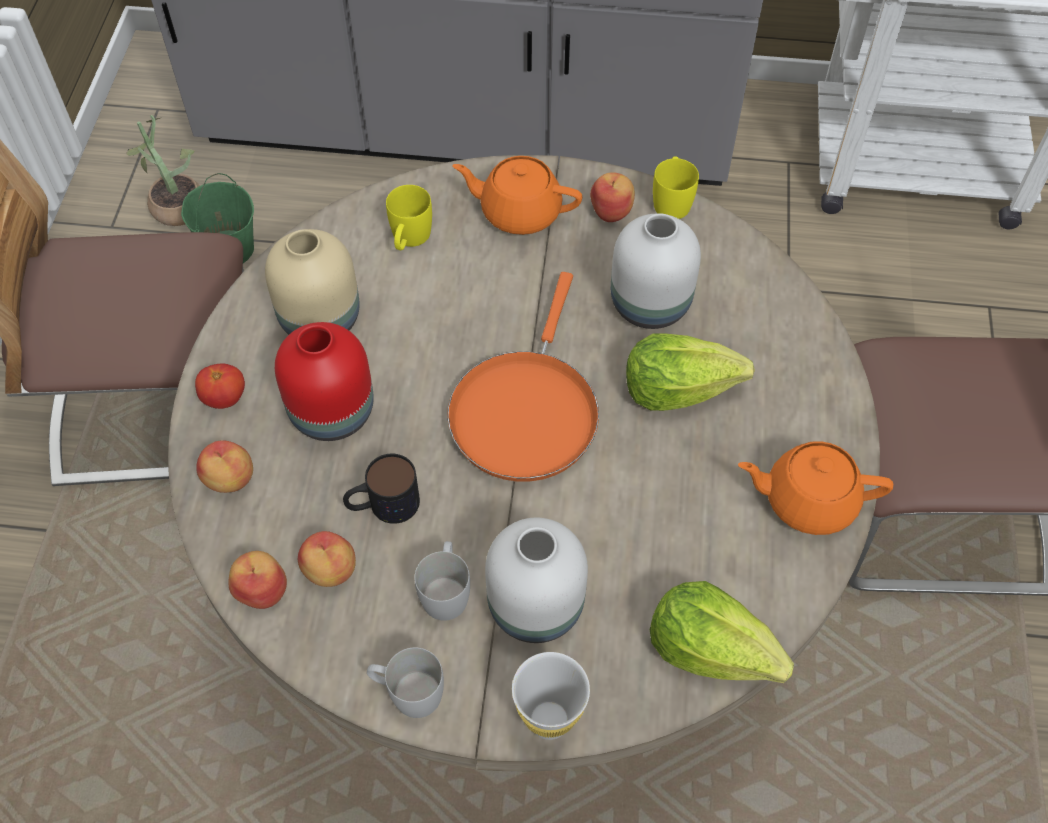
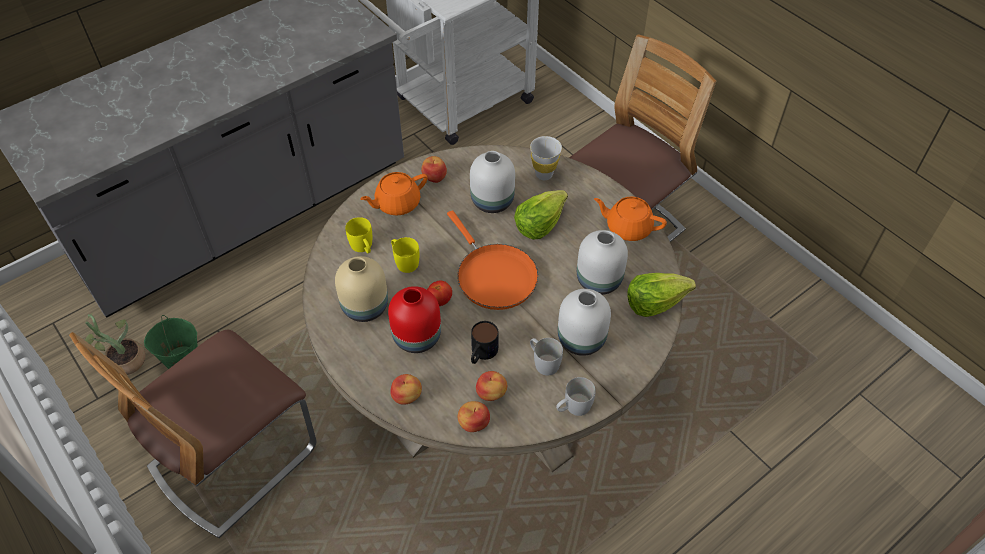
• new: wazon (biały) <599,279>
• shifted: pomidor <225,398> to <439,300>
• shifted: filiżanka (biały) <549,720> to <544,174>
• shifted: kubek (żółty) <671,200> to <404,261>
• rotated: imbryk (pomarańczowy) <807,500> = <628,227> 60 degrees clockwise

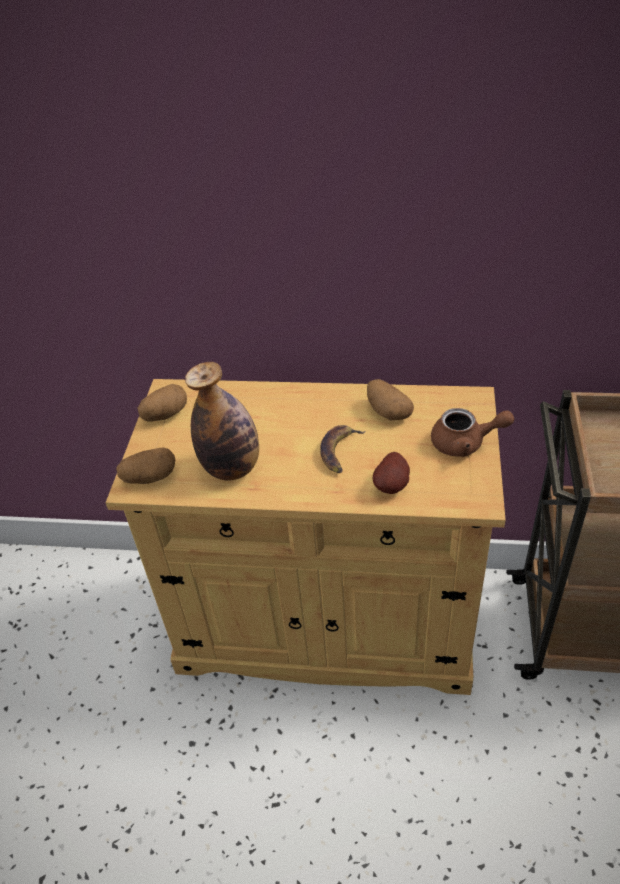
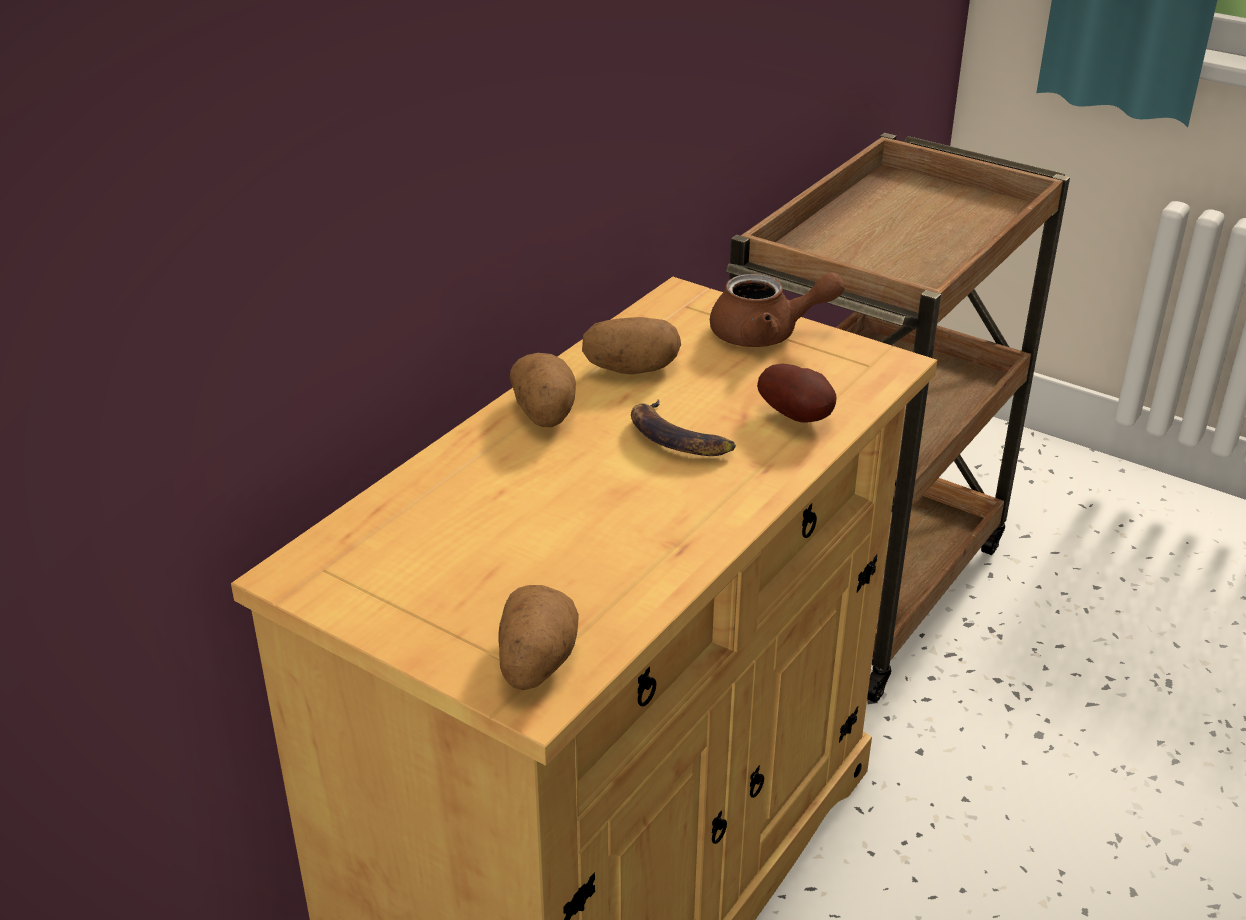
• gone: butelka <232,468>
• shifted: ziemniak <165,414> to <545,414>
• rotated: imbryk (brązowy) <465,443> = <766,334> 60 degrees clockwise

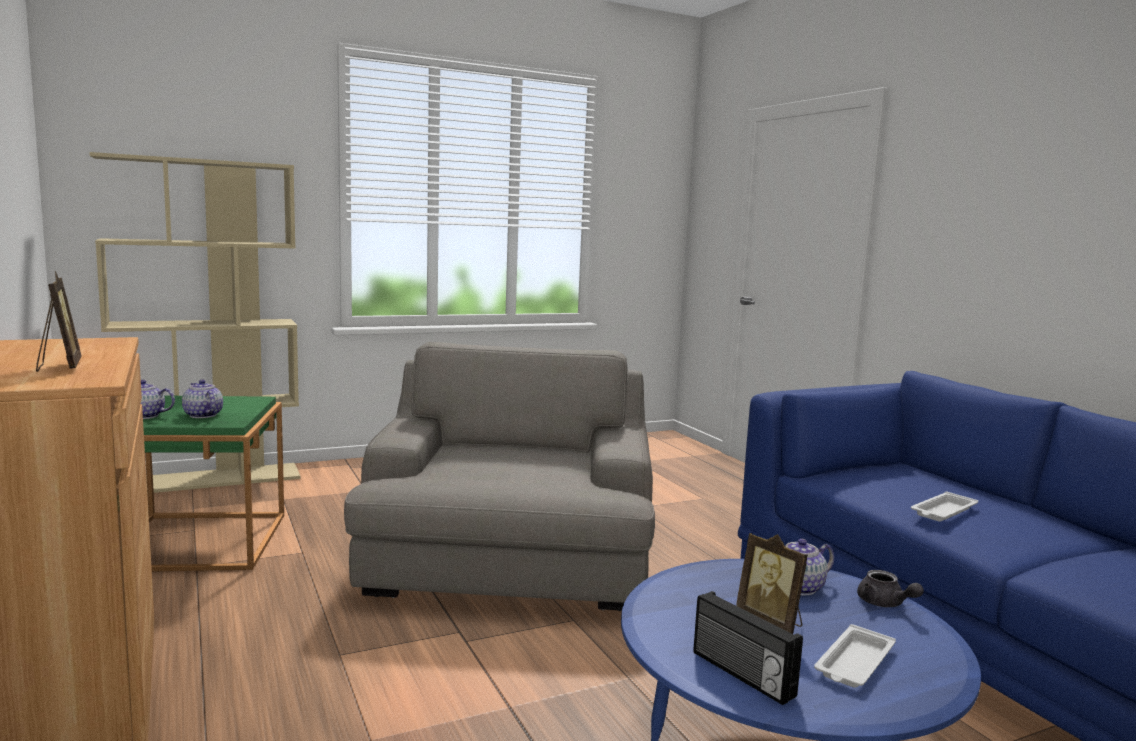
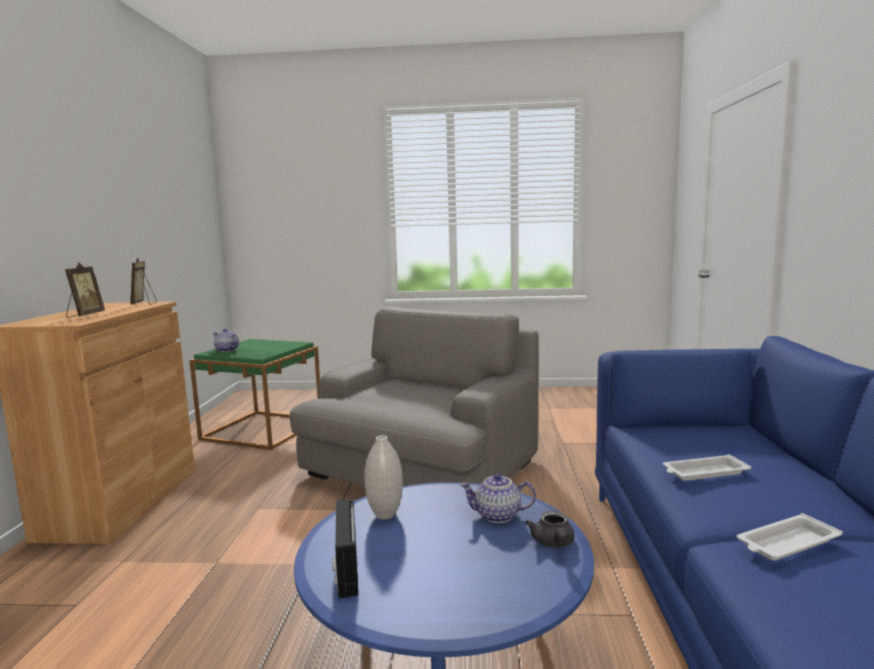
• gone: regał (beżowy) <210,479>
• gone: imbryk <203,415>
• new: wazon (biały) <385,515>
• shifted: ramka na zdjęcie <771,622> to <144,304>
• shifted: taca (biały) <854,664> to <786,544>

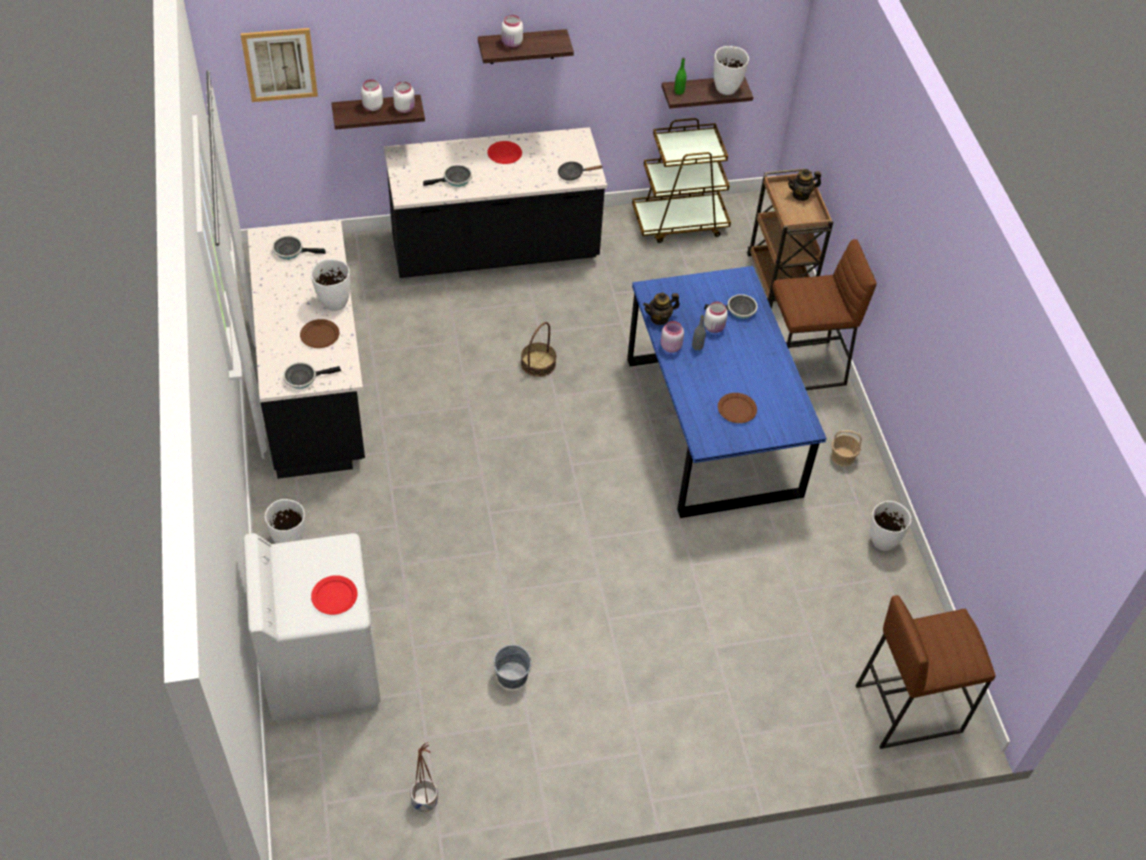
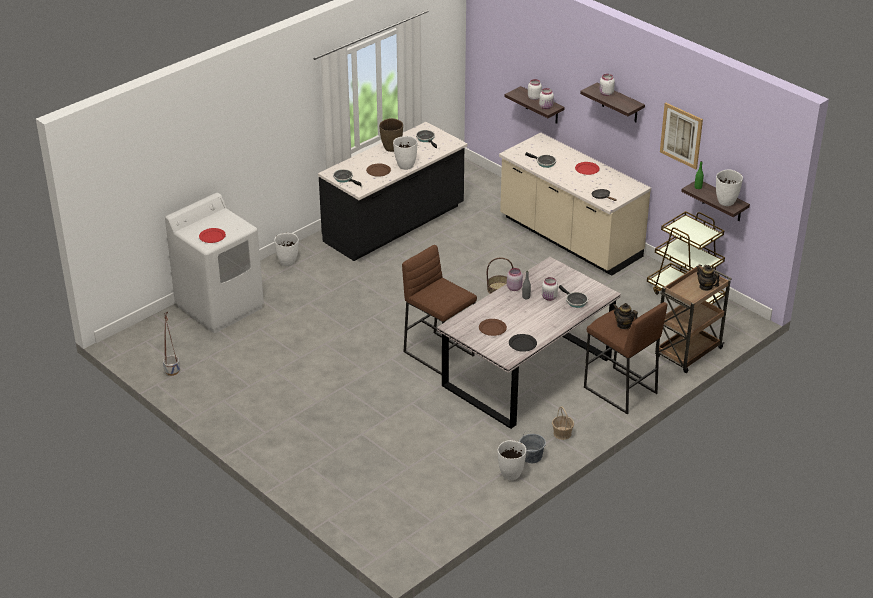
• new: wazon (brązowy) <391,148>
• new: talerz (czarny) <522,344>
• shifted: obraz <280,64> to <681,135>
• shifted: wiadro (szary) <512,675> to <531,456>
• shifted: imbryk <659,318> to <624,325>
• shifted: stołek (brązowy) <908,707> to <439,353>
• repainted: zabudowa kuchenna (czarny) <495,249> to zabudowa kuchenna (beżowy) <569,238>
• repainted: stół jadalny (niebieski) <713,425> to stół jadalny (szary) <528,372>

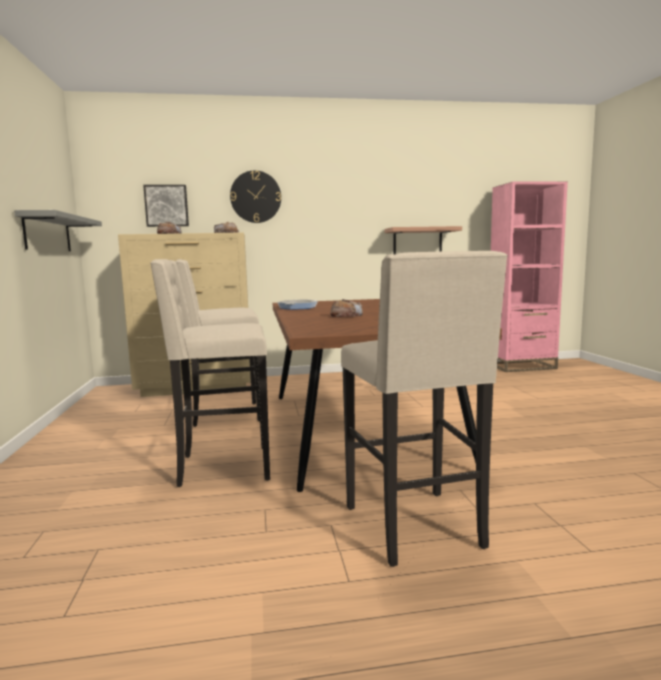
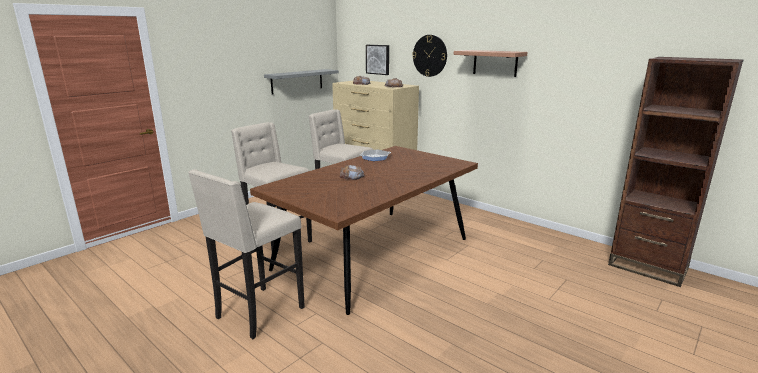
• shifted: półka <417,241> to <495,63>
• repainted: regał (różowy) <521,366> to regał (brązowy) <647,267>

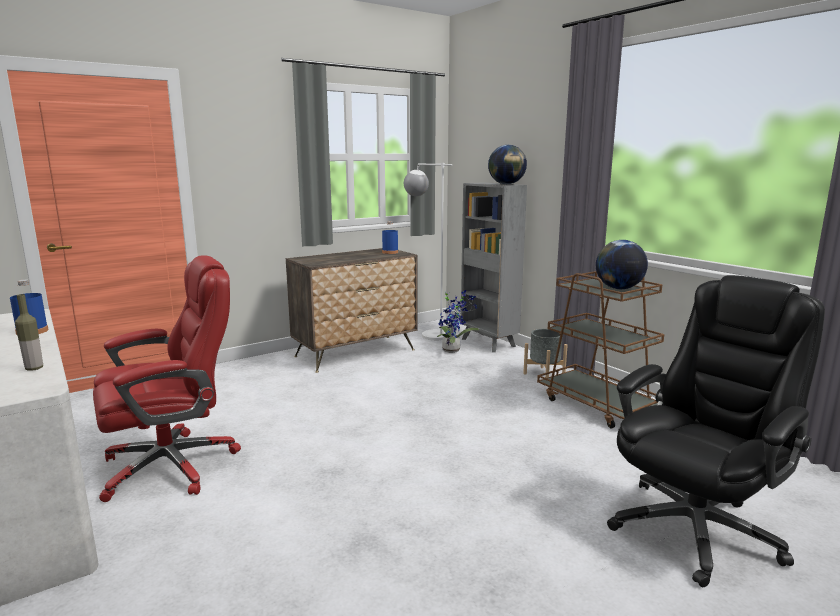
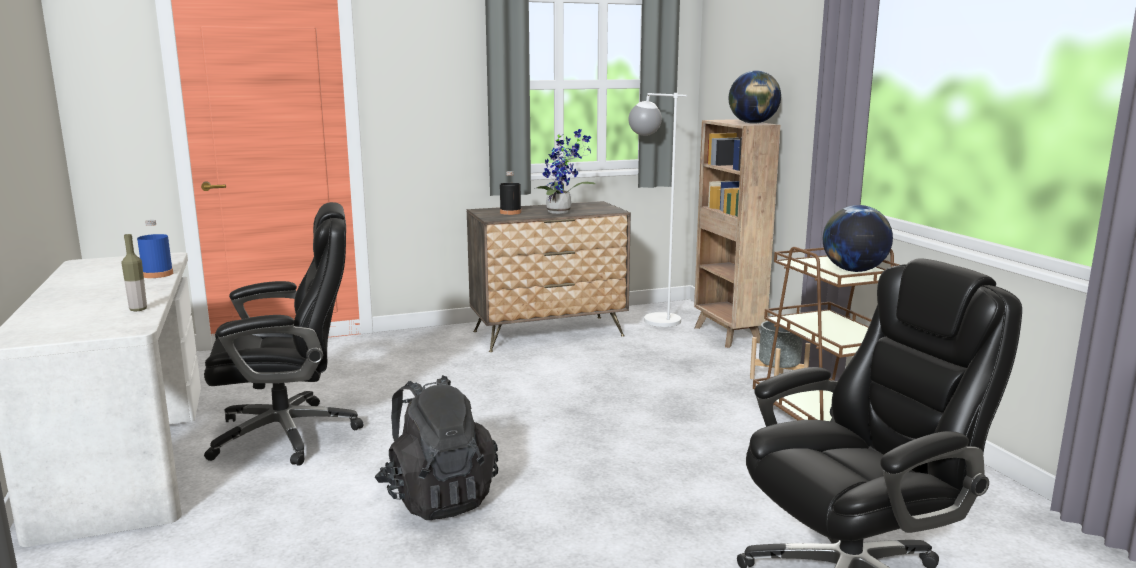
• gone: butelka (niebieski) <390,252>
• new: plecak (czarny) <438,498>
• new: butelka (czarny) <510,212>
• shifted: roślina doniczkowa <453,350> to <562,212>
• repainted: krzesło biurowe (czerwony) <173,465> to krzesło biurowe (czarny) <289,434>
• repainted: regał (szary) <489,343> to regał (brązowy) <728,335>

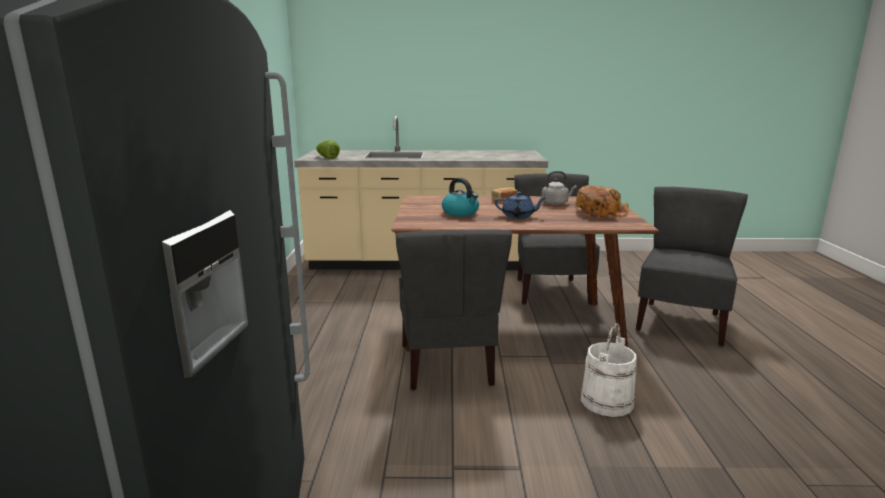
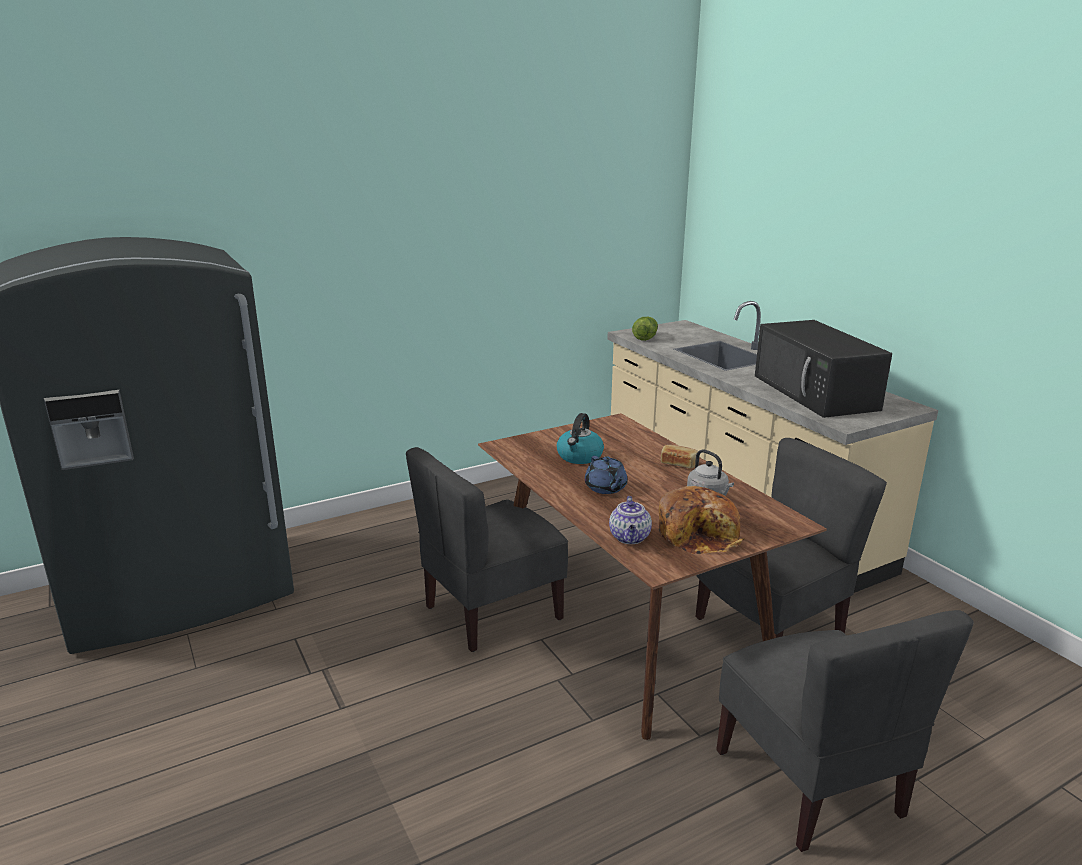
• gone: wiadro (biały) <606,401>
• new: imbryk <630,538>
• new: mikrofalówka (czarny) <816,393>
• rotated: krzesło (szary) <680,322> = <810,782> 75 degrees clockwise

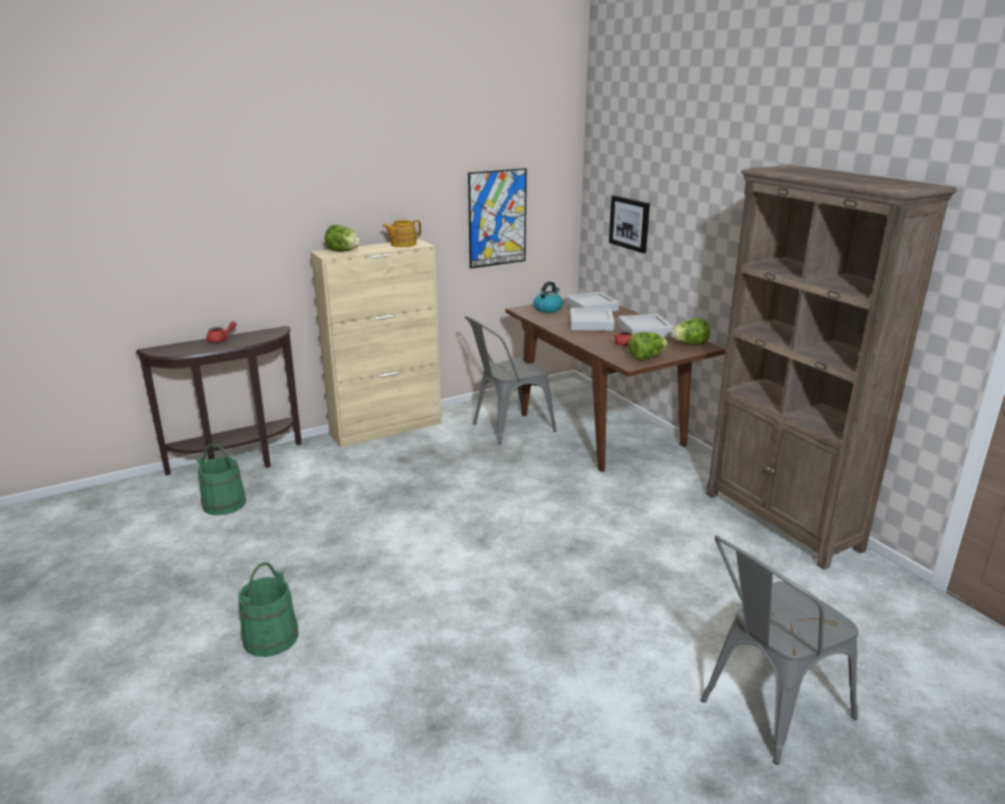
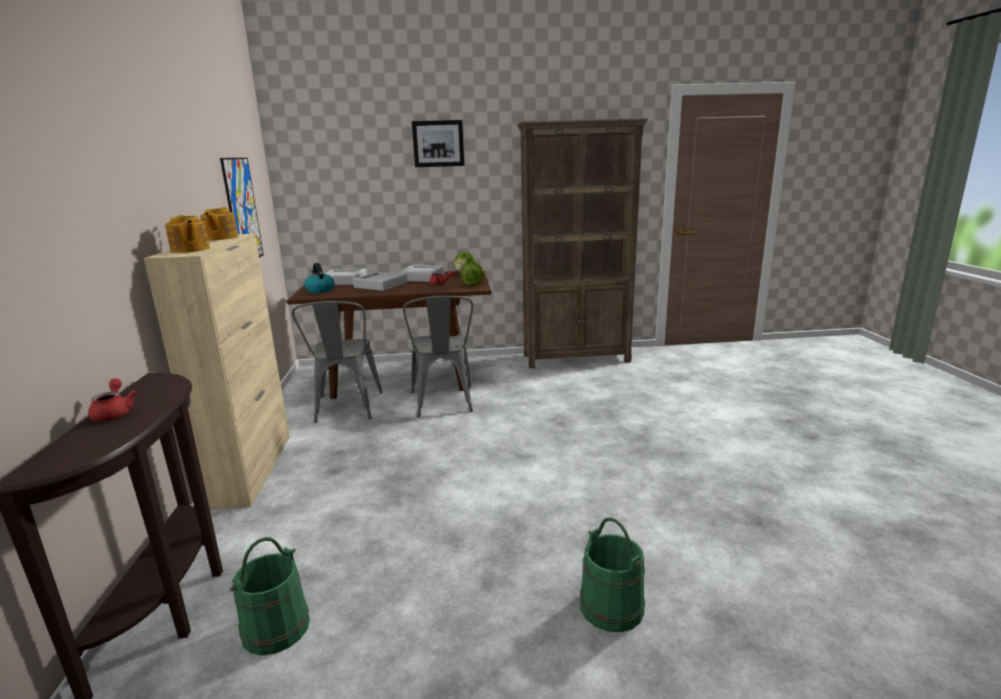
• shifted: obraz <630,223> to <438,143>
• shifted: krzesło (szary) <766,710> to <443,403>
• swapped: sałata <344,251> to imbryk <190,250>

